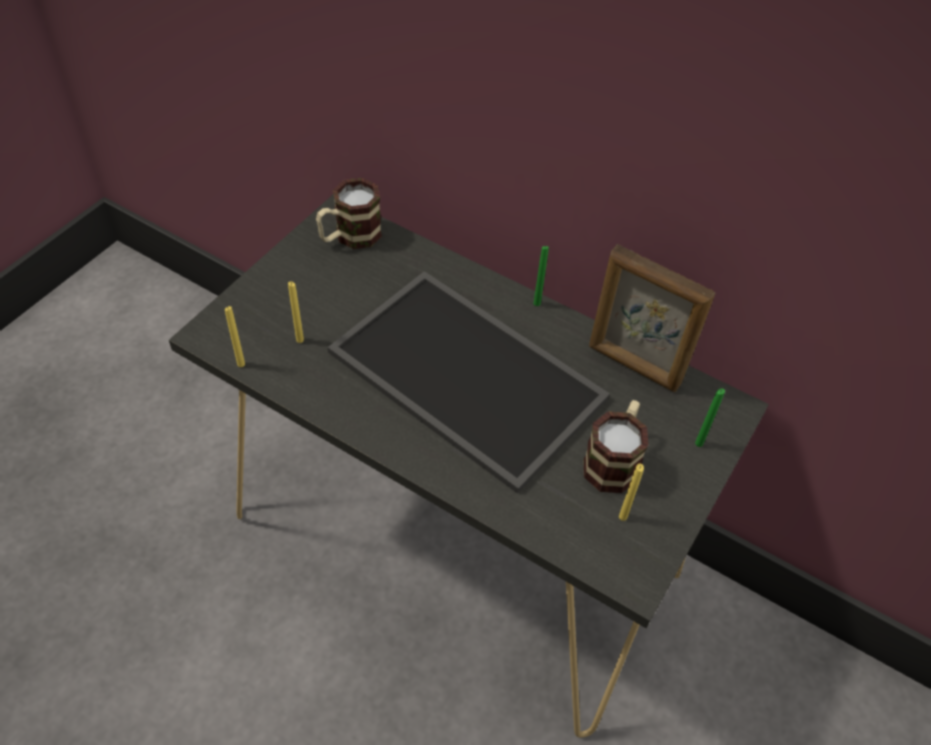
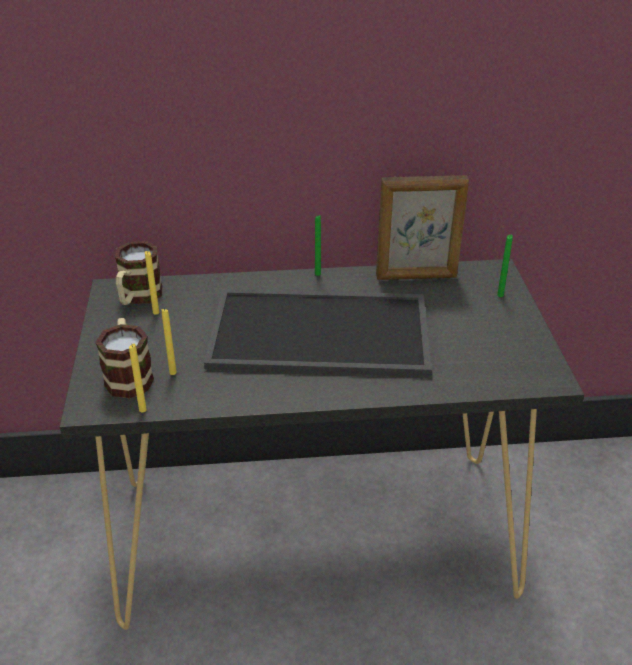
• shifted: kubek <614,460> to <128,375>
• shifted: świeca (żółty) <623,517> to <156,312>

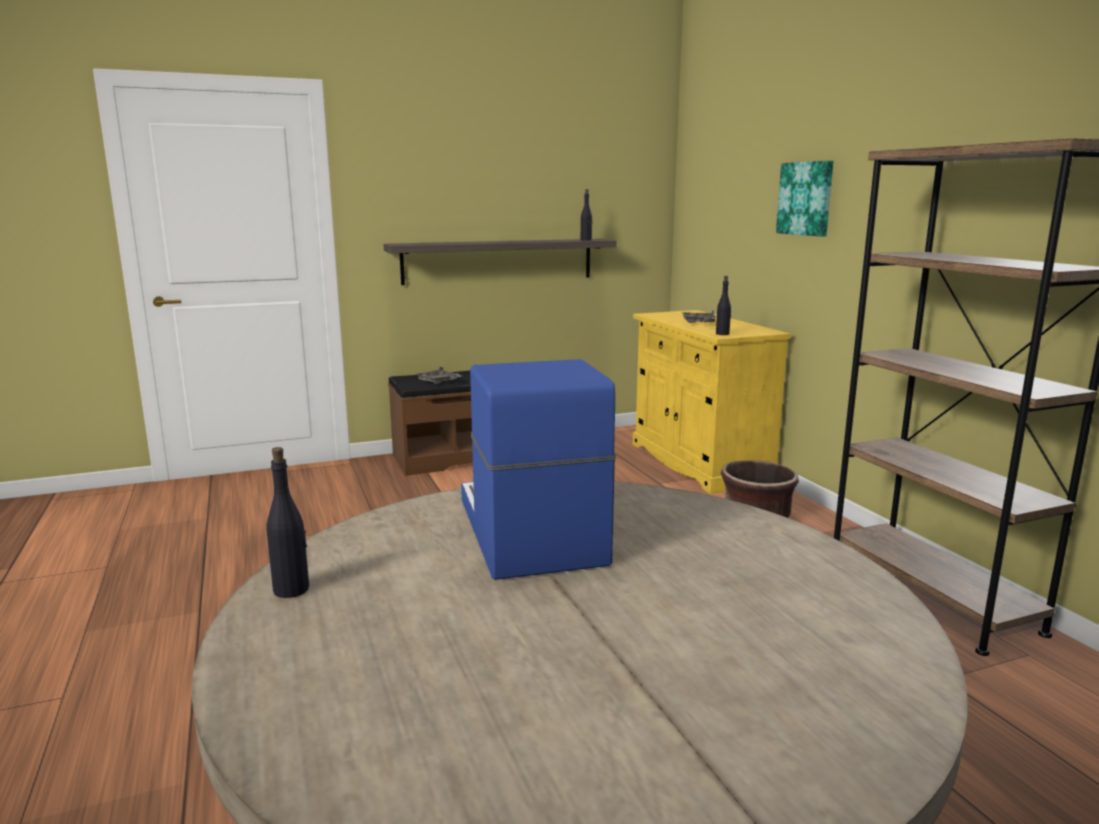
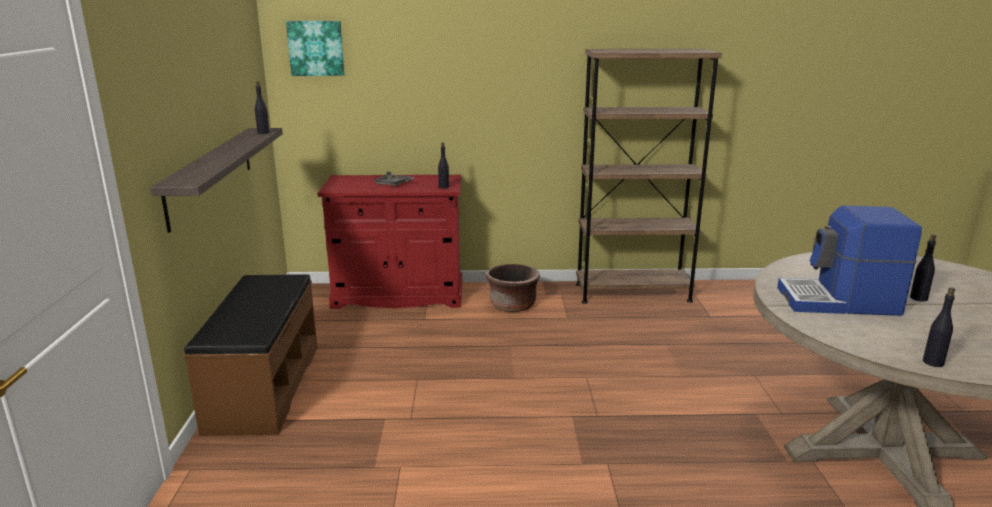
• gone: taca (szary) <439,382>
• new: butelka (czarny) <918,298>
• shifted: obraz <806,198> to <316,48>
• repainted: szafka (żółty) <699,462> to szafka (czerwony) <398,295>

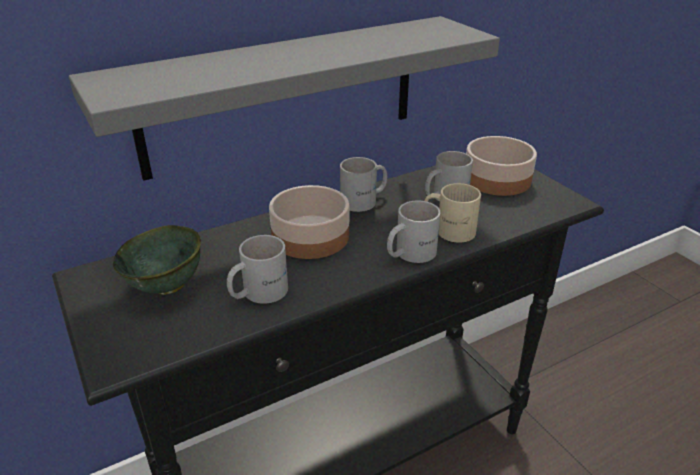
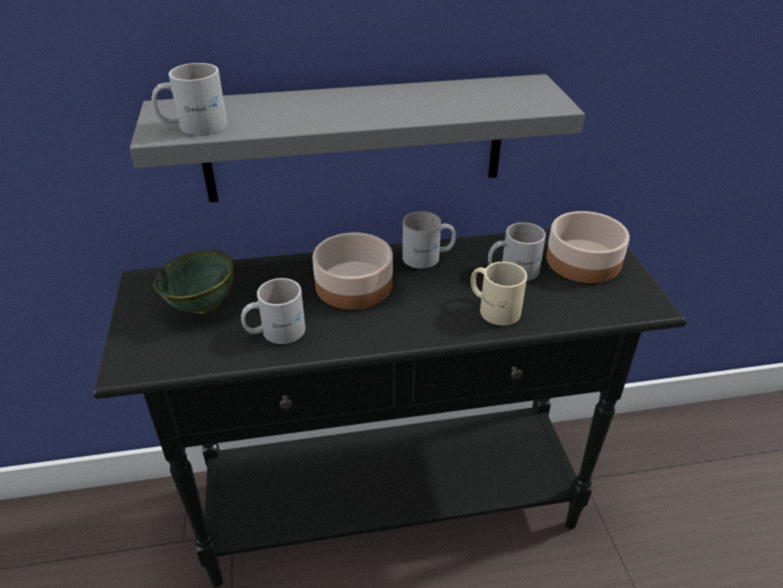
• shifted: kubek (biały) <409,253> to <193,125>

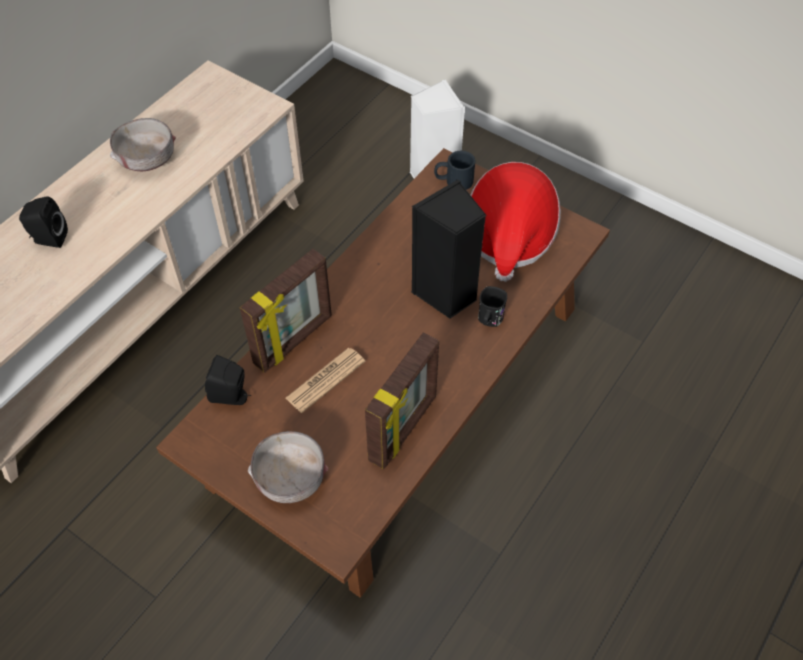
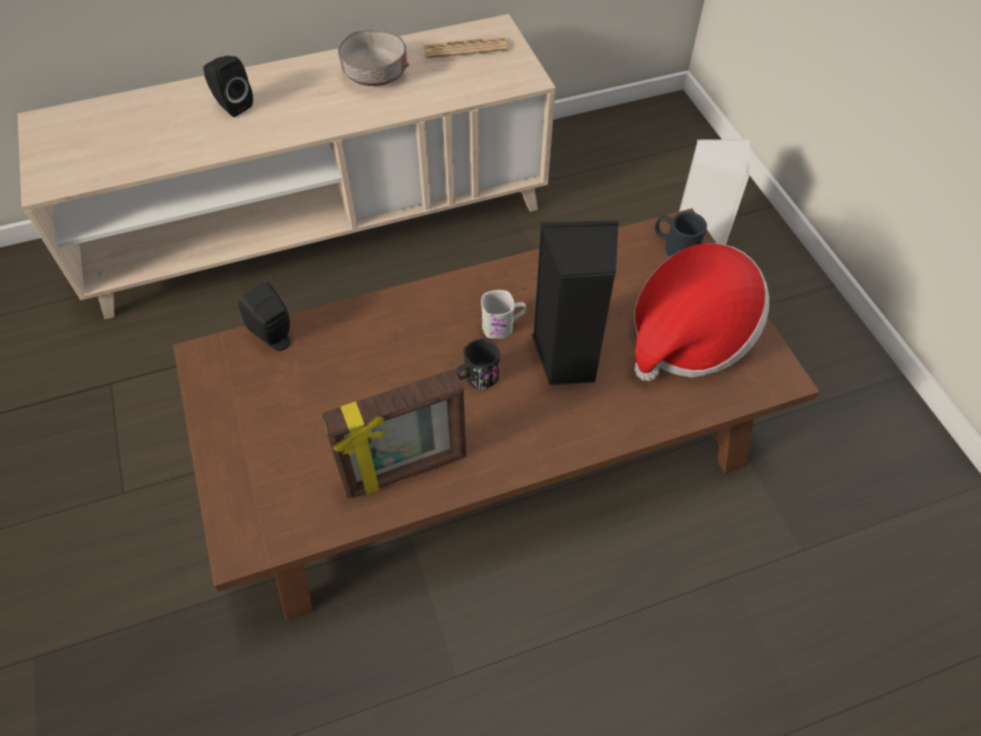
• gone: ramka na zdjęcie <294,341>
• gone: miska (szary) <291,478>
• new: kubek (biały) <503,326>
• shifted: gazeta <325,380> to <465,48>
• shifted: kubek (czarny) <489,320> to <476,379>

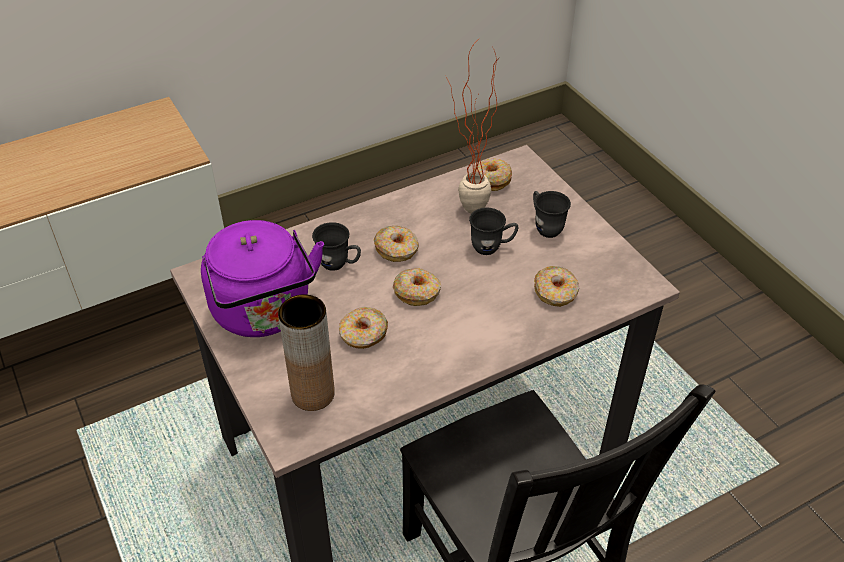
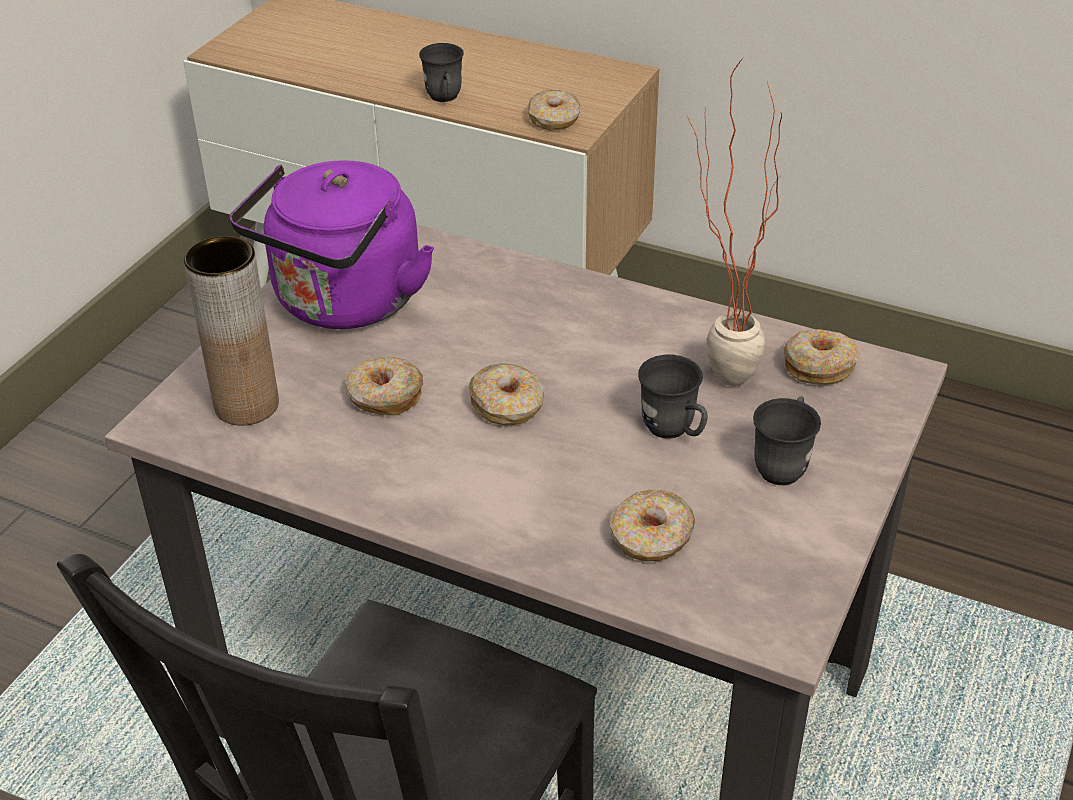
• shifted: kubek (szary) <339,264> to <445,99>
• shifted: donut <397,249> to <554,119>

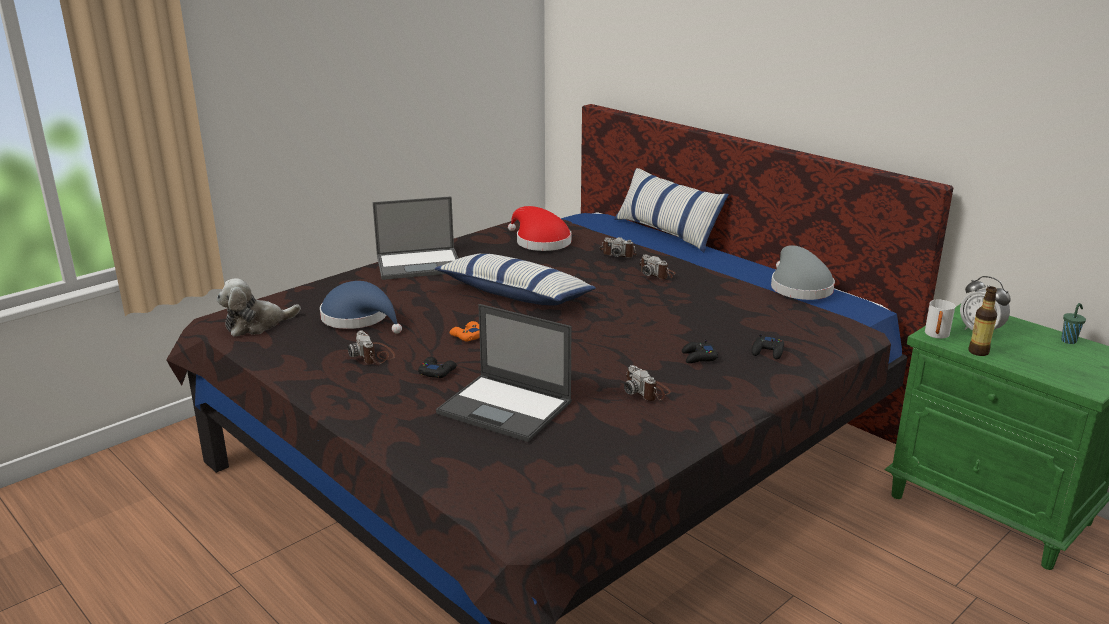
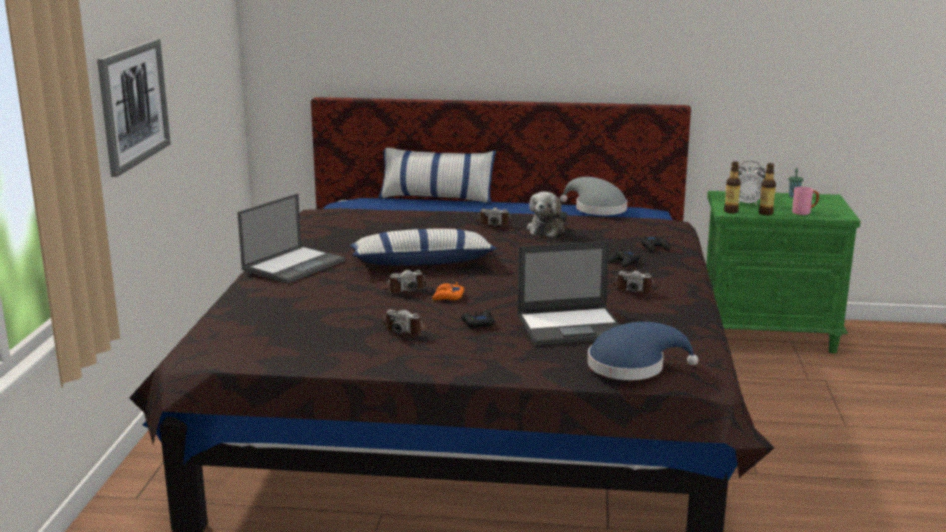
• gone: kapelusz (czerwony) <540,242>
• new: obraz <133,105>
• new: kubek (różowy) <804,212>
• shifted: pluszak <257,325> to <547,229>
• shifted: kapelusz (niebieski) <359,319> to <632,366>
• shifted: aparat fotograficzny <618,254> to <403,289>
• swapped: kubek (biały) <936,336> to butelka <731,211>

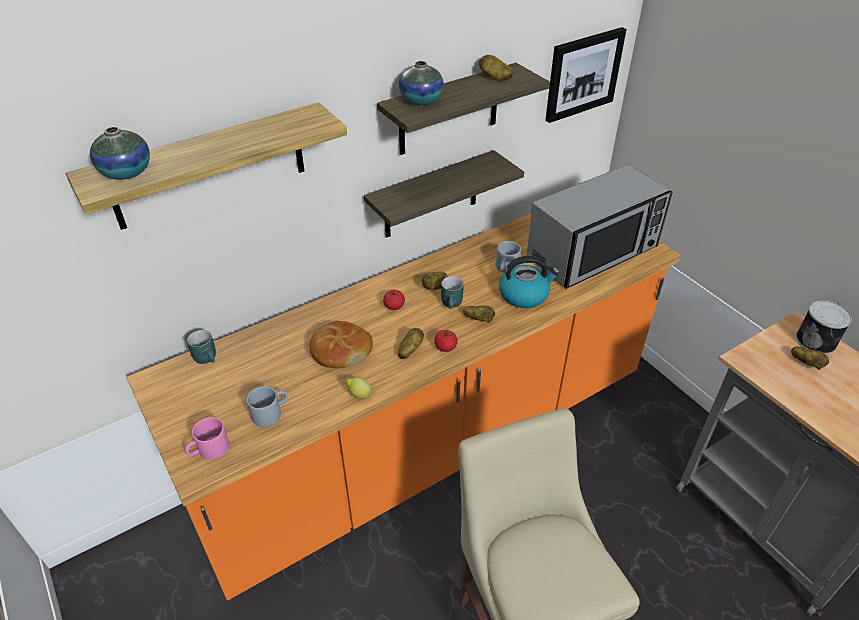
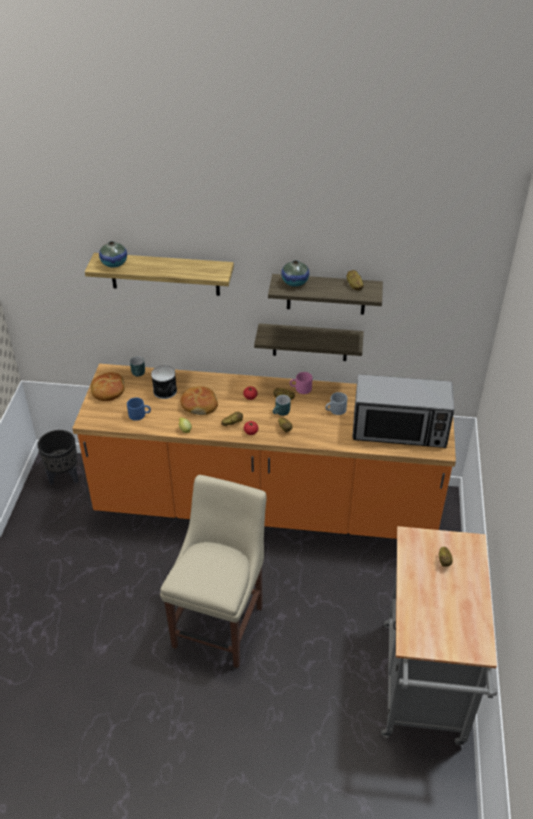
• gone: czajnik <524,294>
• gone: obraz <583,74>
• new: donica (czarny) <64,477>
• new: chleb <108,391>
• shifted: kubek (różowy) <209,451> to <300,389>
• shifted: puszka <816,341> to <165,391>
• repainted: kubek (szary) <271,412> to kubek (niebieski) <140,414>

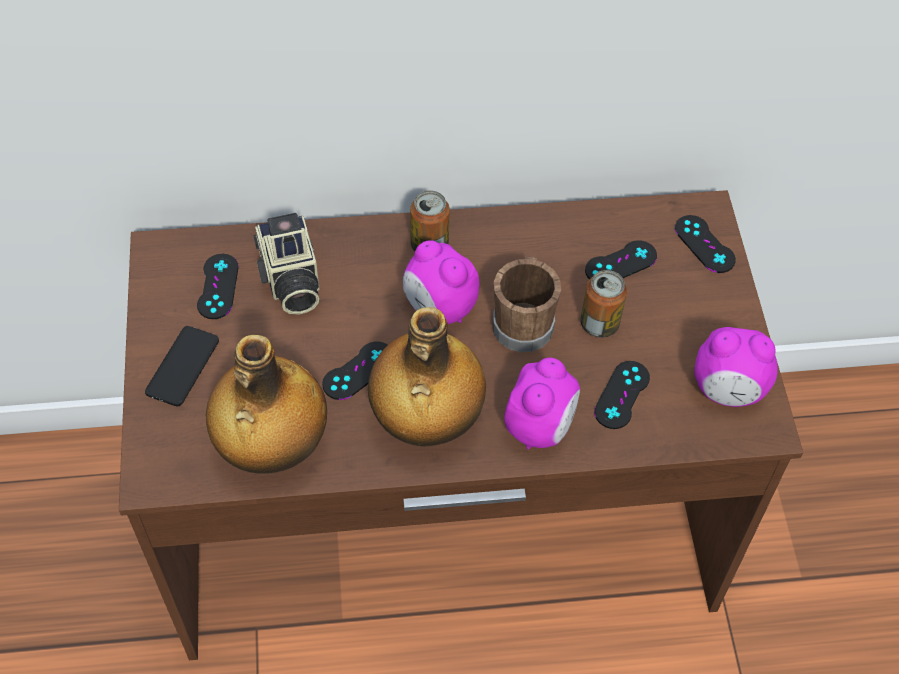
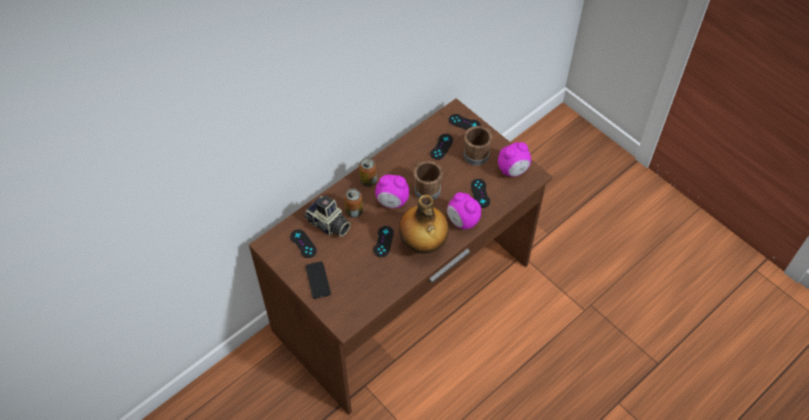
• gone: butelka <272,448>
• new: kubek (brązowy) <478,153>
• shifted: puszka <599,324> to <354,211>
• rotated: budzik <540,427> = <462,221> 150 degrees clockwise

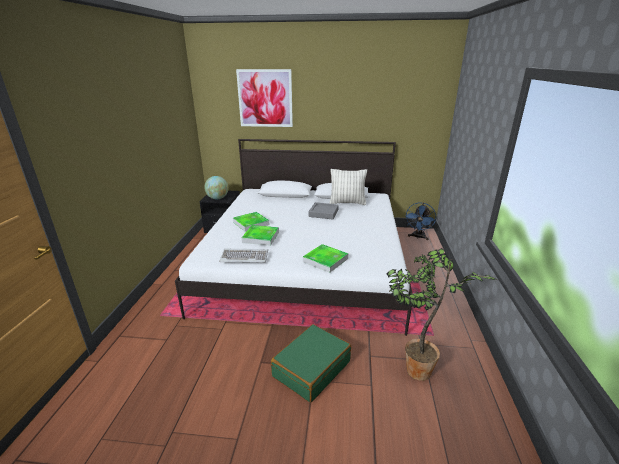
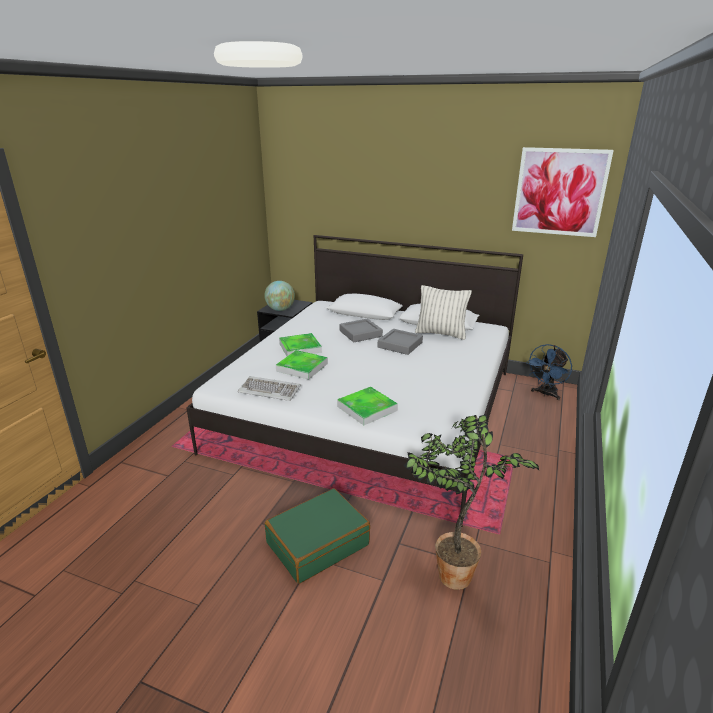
• new: taca (szary) <360,333>
• shifted: obraz <265,98> to <559,192>

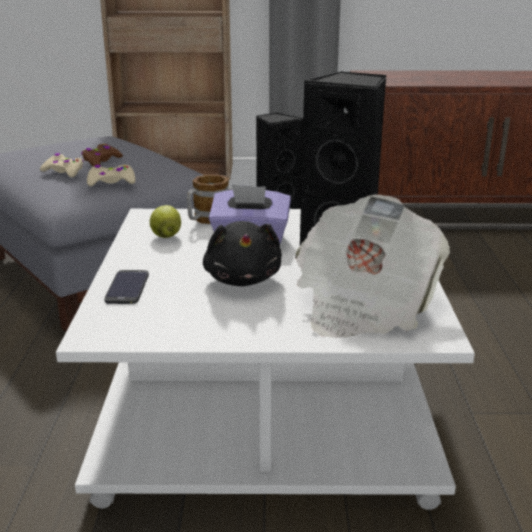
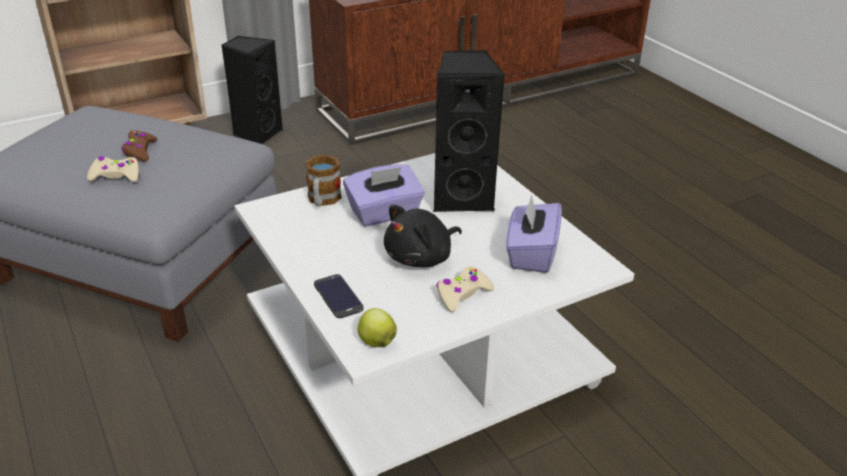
• shifted: pad do gier (beżowy) <111,182> to <462,294>
• shifted: jabłko <166,236> to <376,341>
• swapped: gazeta <363,304> to pudełko chusteczek (fioletowy) <531,254>
• rotated: pluszak (czarny) <243,279> = <421,257> 90 degrees clockwise

